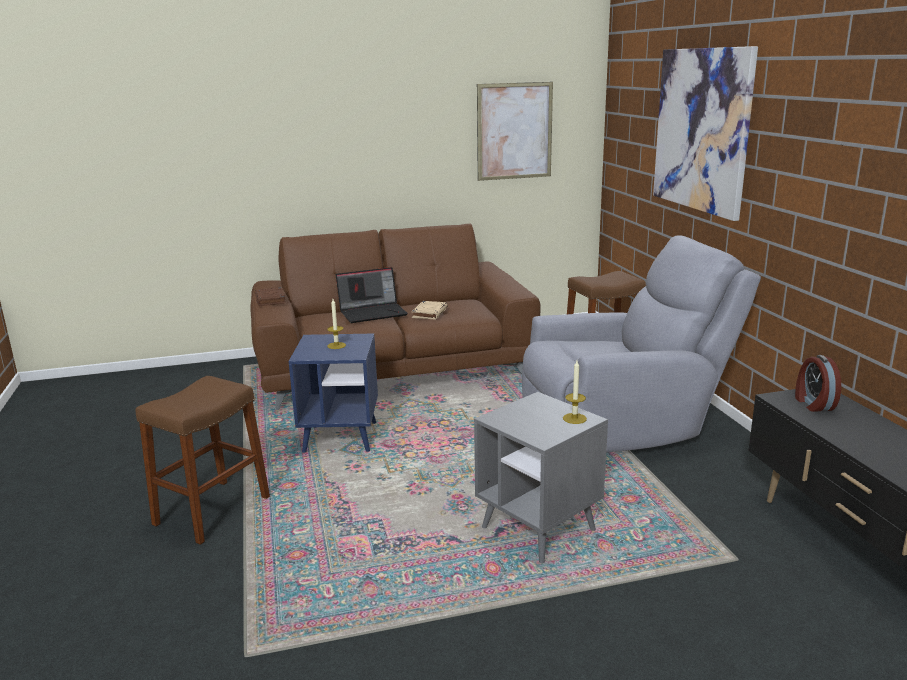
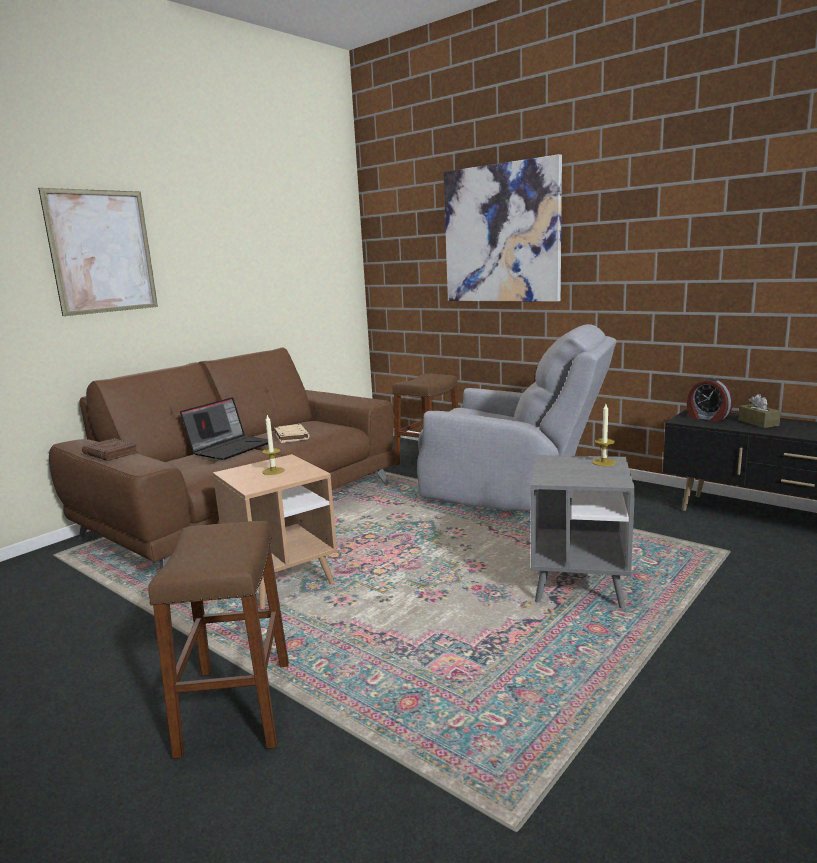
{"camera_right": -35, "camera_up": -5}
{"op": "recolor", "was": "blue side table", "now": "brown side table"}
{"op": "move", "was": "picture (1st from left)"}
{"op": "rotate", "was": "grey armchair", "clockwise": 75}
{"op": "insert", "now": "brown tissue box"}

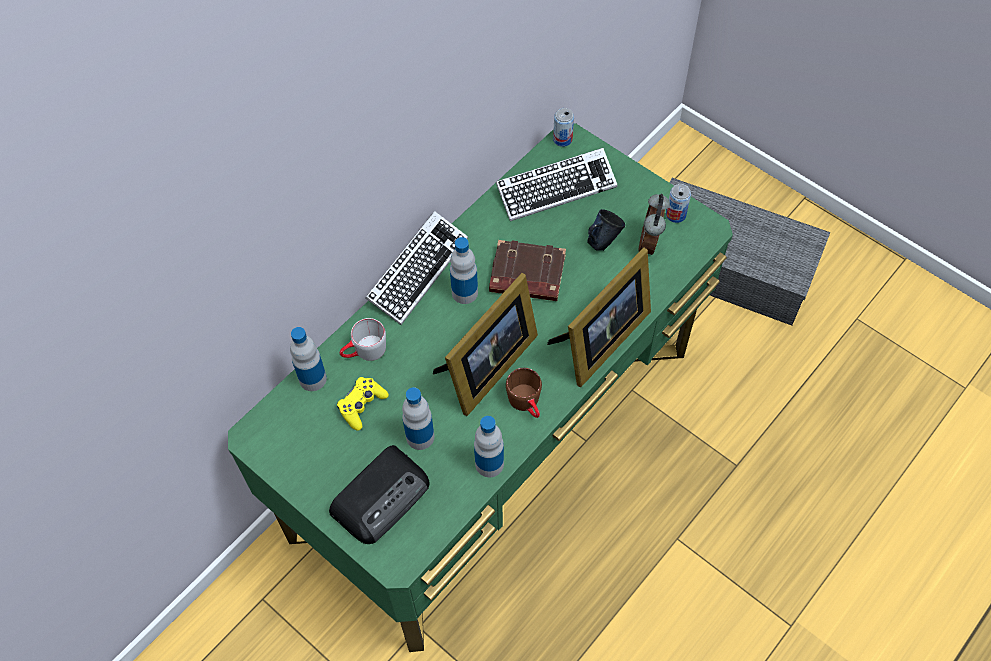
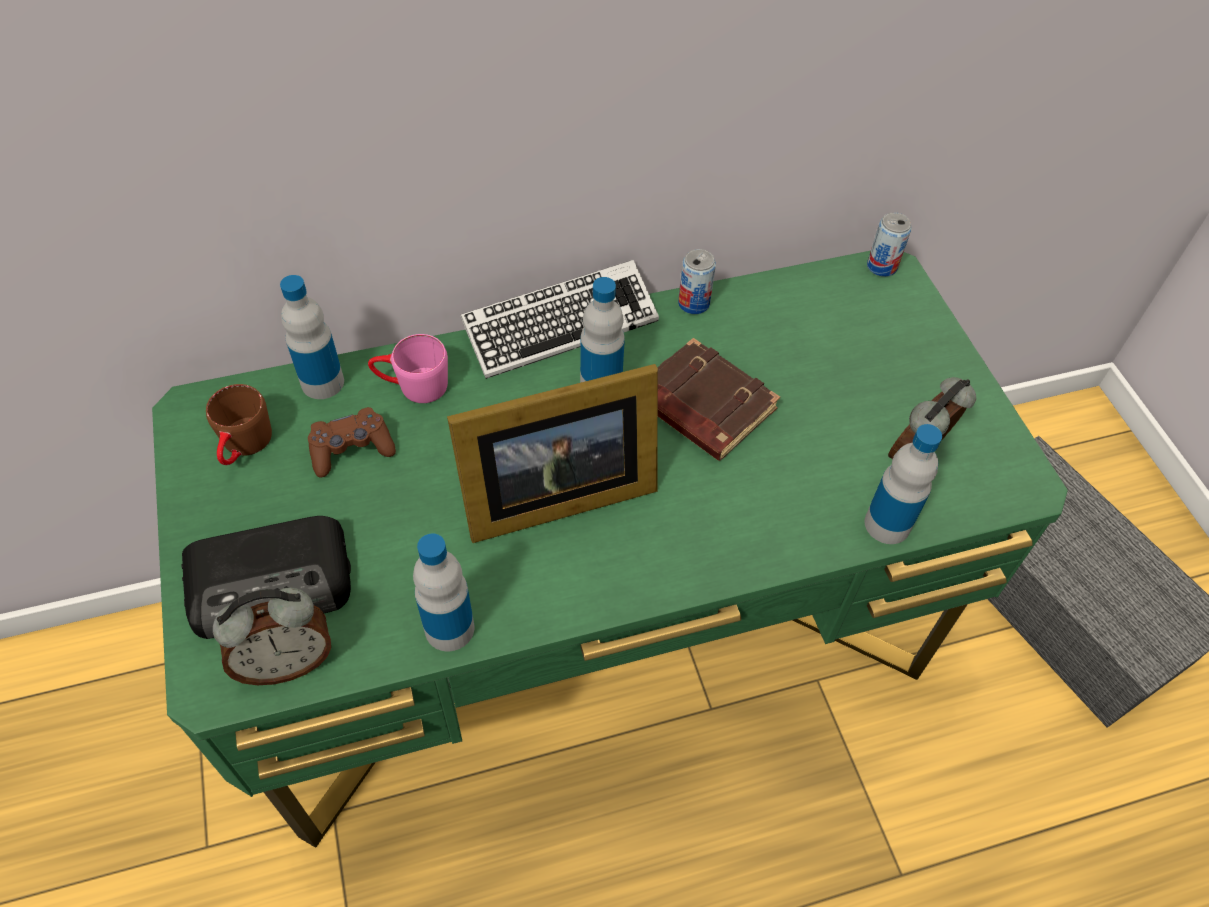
{"camera_right": 30, "camera_up": -5}
{"op": "recolor", "was": "yellow game controller", "now": "brown game controller"}
{"op": "recolor", "was": "grey mug", "now": "pink mug"}
{"op": "move", "was": "bottle (2nd from left in the first image)", "now": "bottle (4th from left)"}
{"op": "delete", "was": "keyboard (2nd from left)"}
{"op": "move", "was": "brown mug"}
{"op": "delete", "was": "picture frame (2nd from left)"}
{"op": "delete", "was": "blue mug"}
{"op": "move", "was": "can (2nd from left in the first image)", "now": "can (1st from left)"}
{"op": "insert", "now": "alarm clock (1st from left)"}

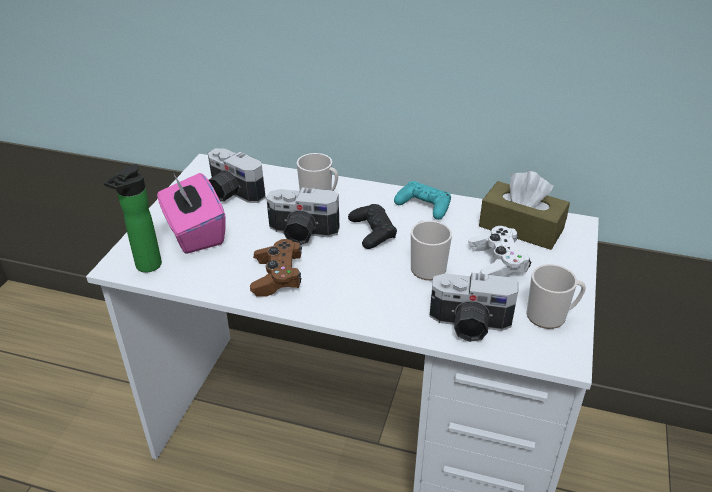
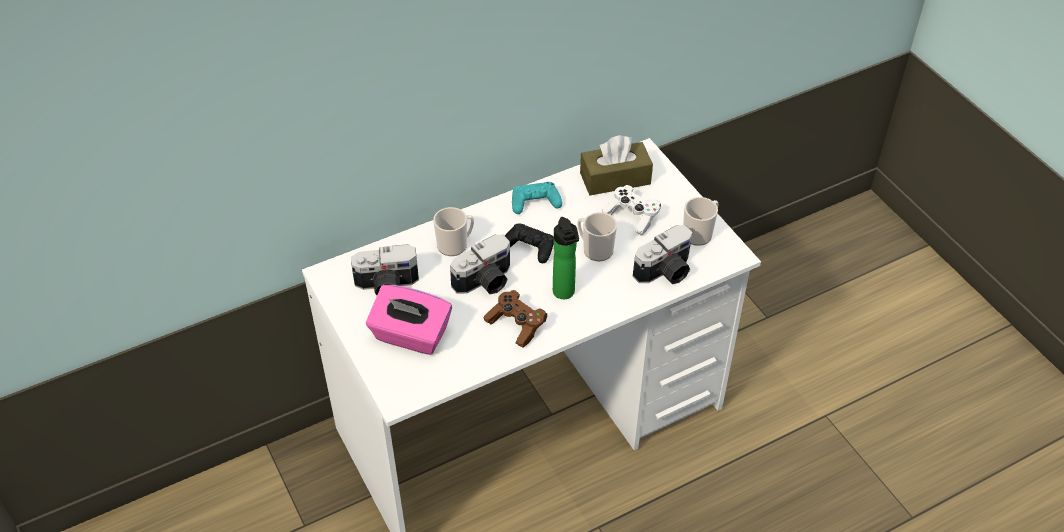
{"camera_right": -45, "camera_up": 10}
{"op": "move", "was": "bottle"}

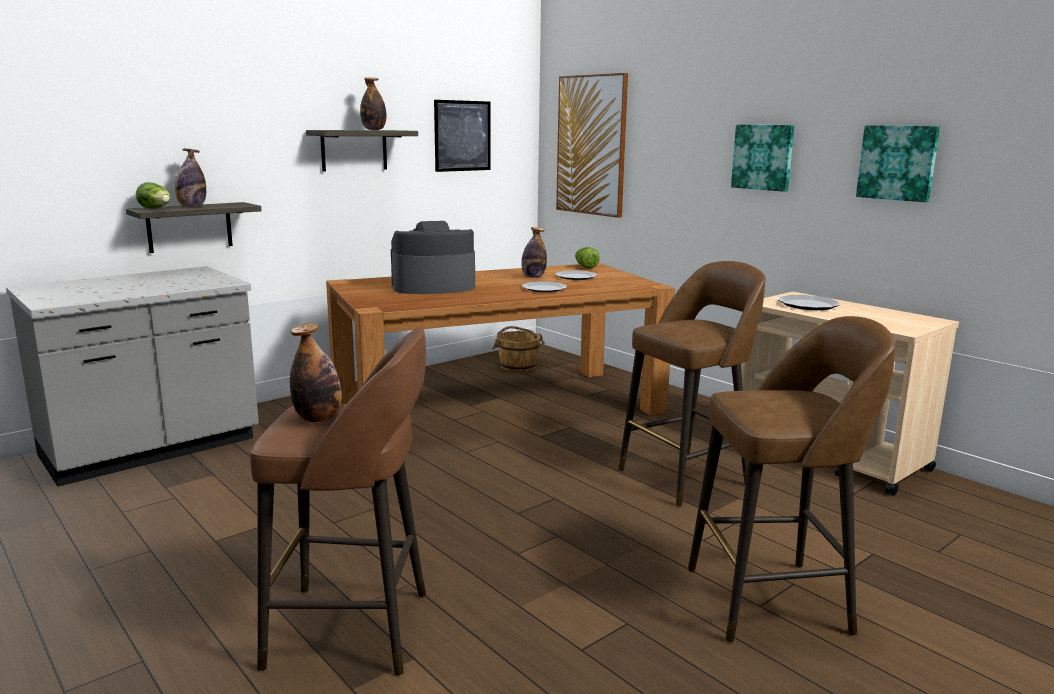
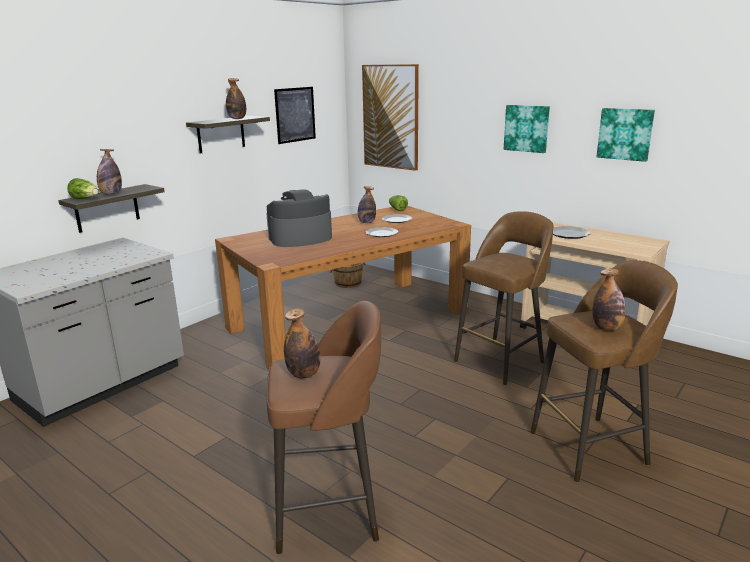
{"camera_right": -10, "camera_up": 5}
{"op": "insert", "now": "bottle (5th from left)"}

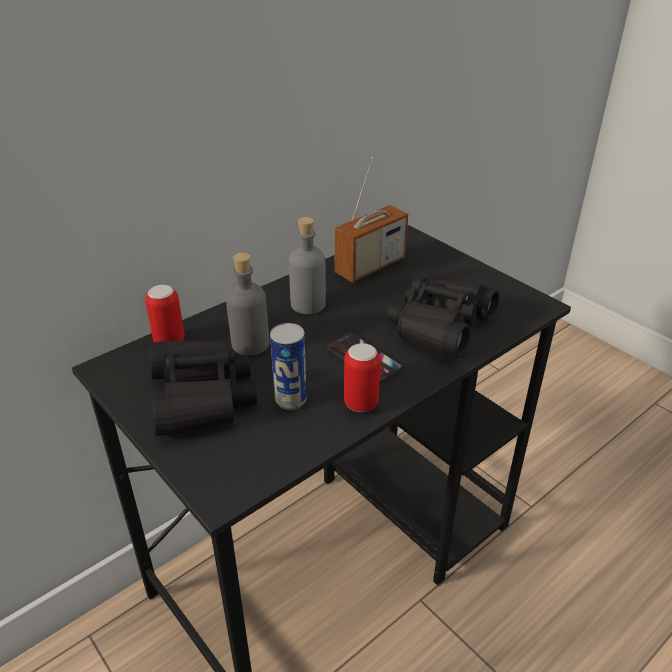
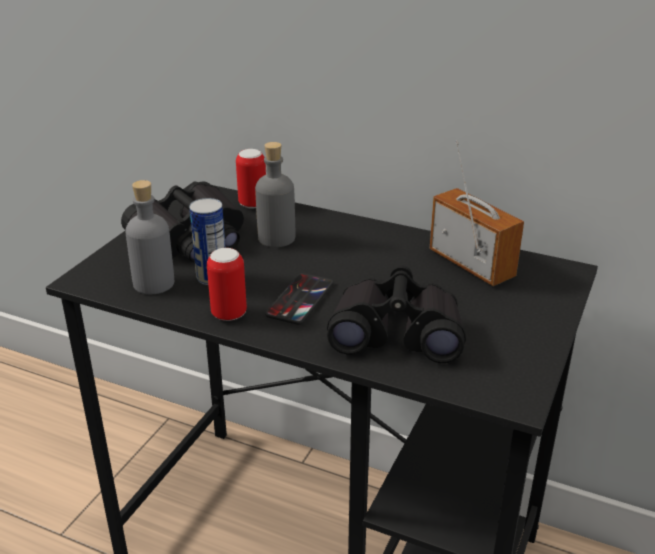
{"camera_right": 65, "camera_up": -5}
{"op": "move", "was": "grey bottle (2nd from left in the first image)", "now": "grey bottle (1st from left)"}
{"op": "rotate", "was": "radio", "clockwise": -150}

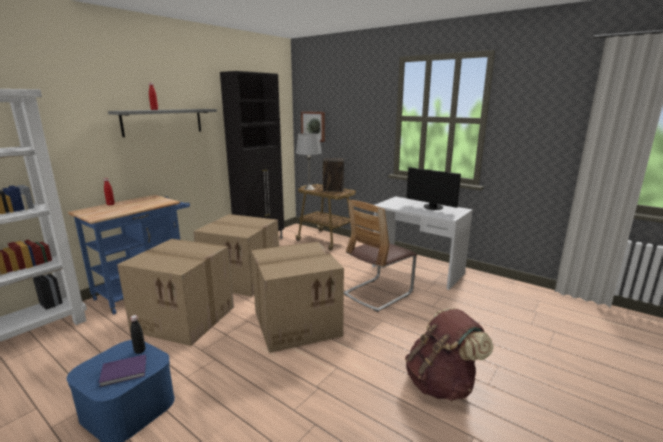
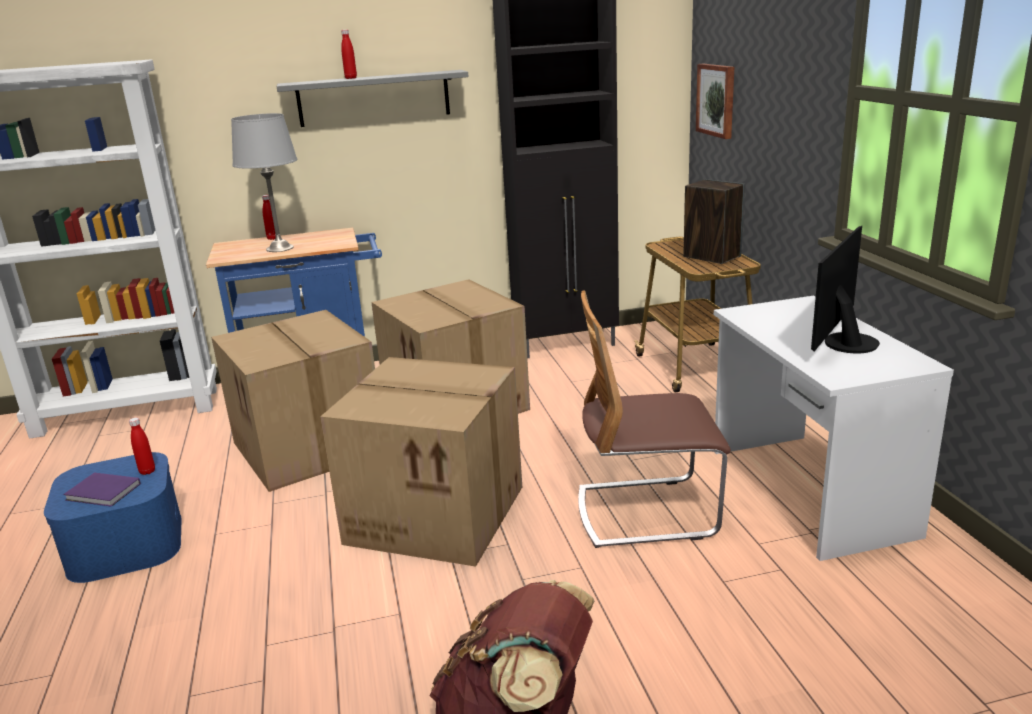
{"camera_right": 40, "camera_up": 5}
{"op": "recolor", "was": "black bottle", "now": "red bottle (1st from left)"}
{"op": "move", "was": "grey table lamp"}
{"op": "rotate", "was": "monitor", "clockwise": 45}

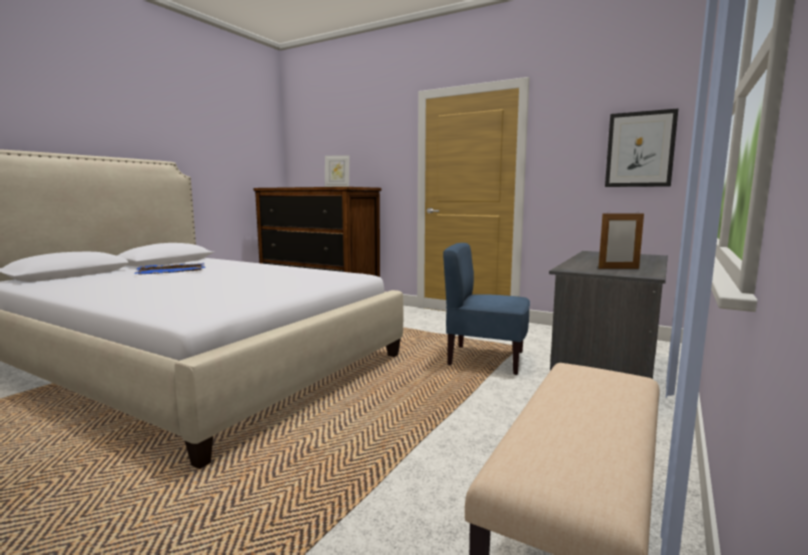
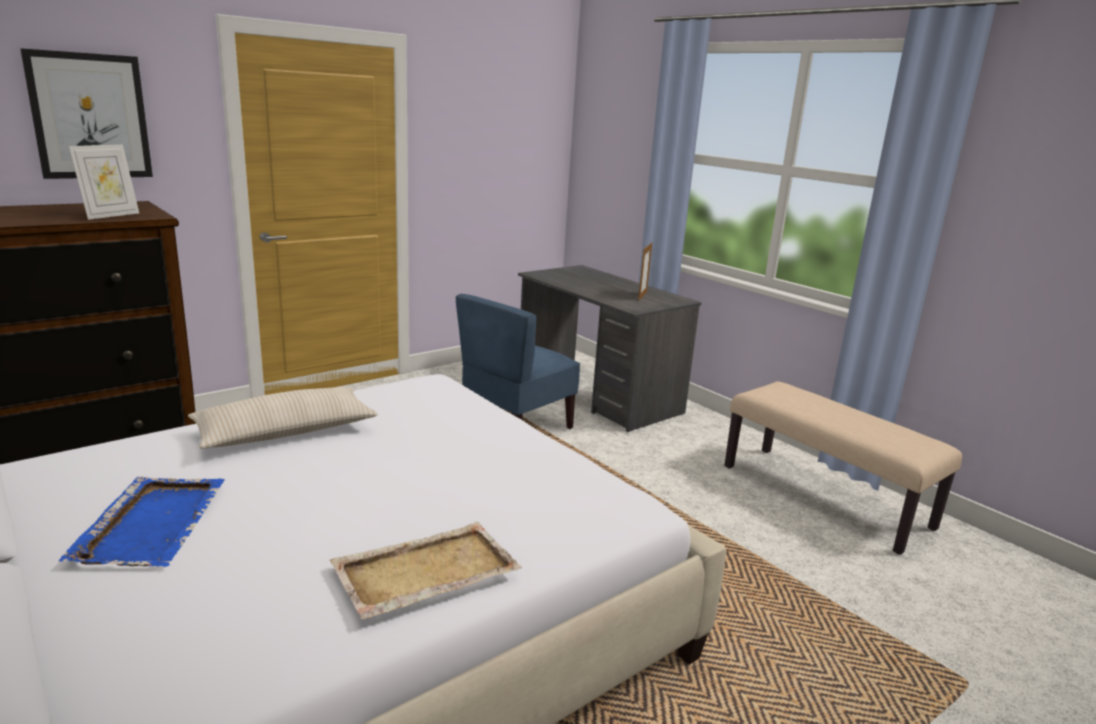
{"camera_right": -70, "camera_up": 10}
{"op": "move", "was": "picture"}
{"op": "insert", "now": "beige pillow"}
{"op": "insert", "now": "beige tray"}

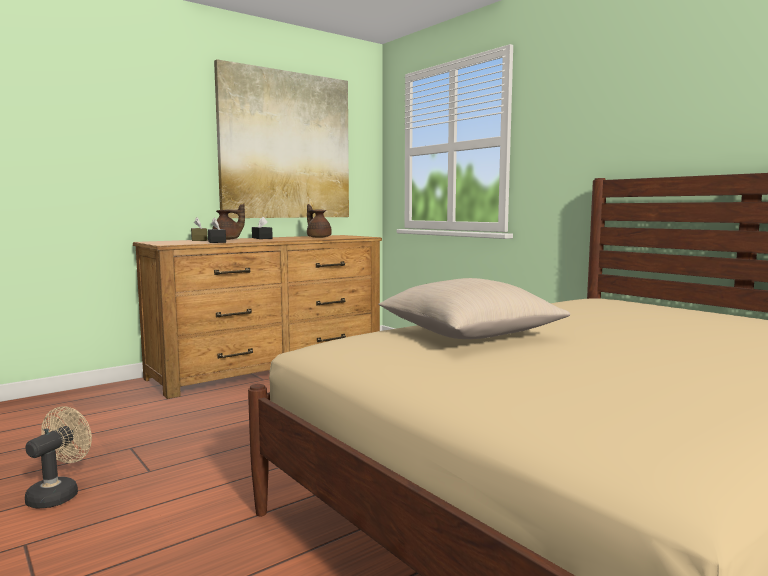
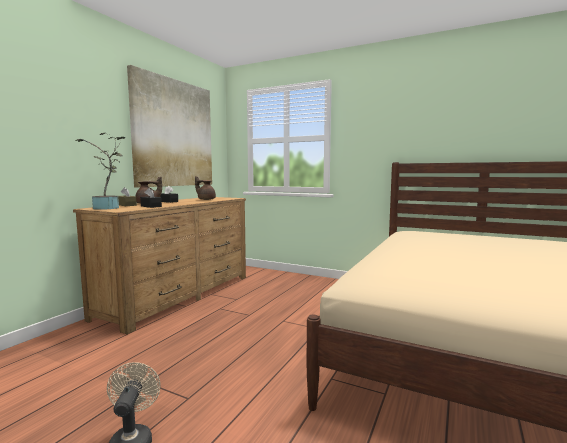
{"camera_right": -25, "camera_up": 0}
{"op": "delete", "was": "beige pillow"}
{"op": "insert", "now": "potted plant"}

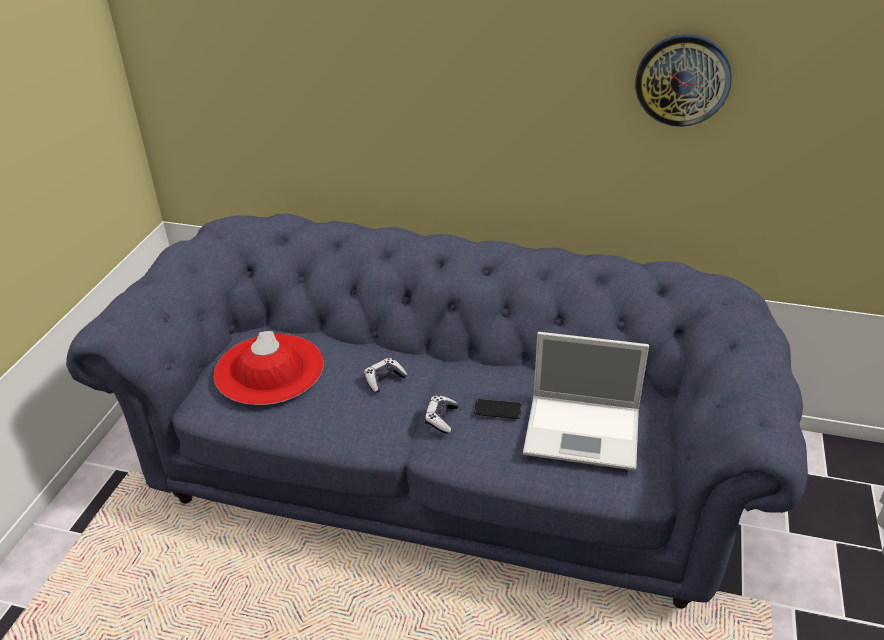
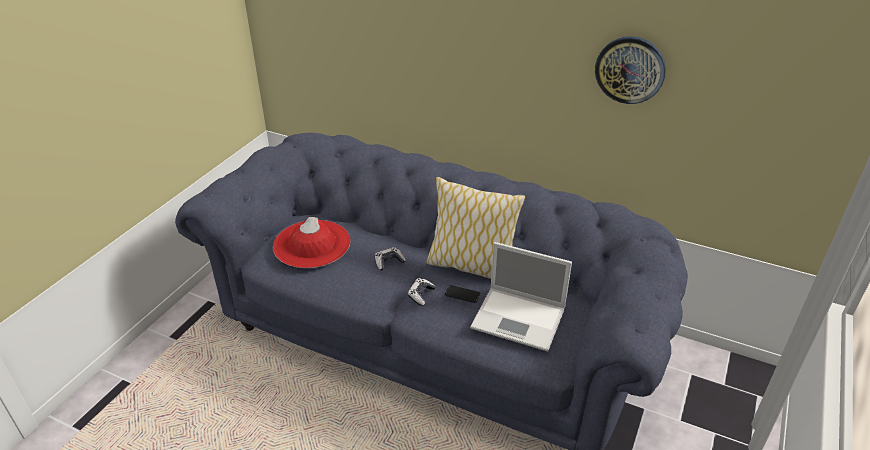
{"camera_right": 10, "camera_up": 0}
{"op": "insert", "now": "pillow"}

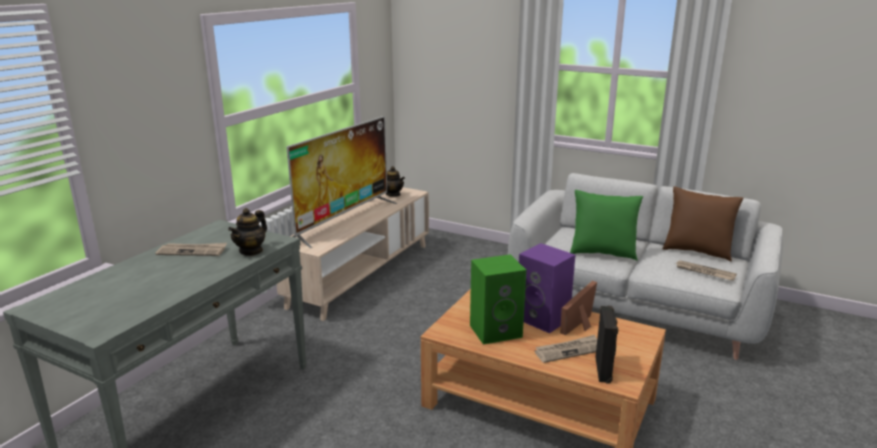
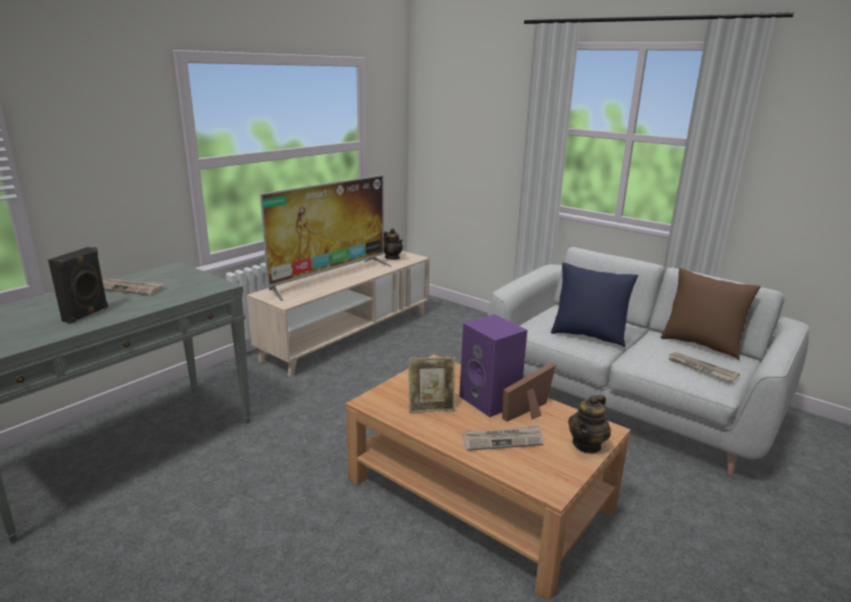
{"camera_right": 10, "camera_up": 0}
{"op": "move", "was": "teapot (1st from left in the first image)", "now": "teapot (2nd from left)"}
{"op": "replace", "was": "green speaker", "now": "picture frame (1st from left)"}
{"op": "recolor", "was": "green pillow", "now": "blue pillow"}
{"op": "move", "was": "black speaker"}

